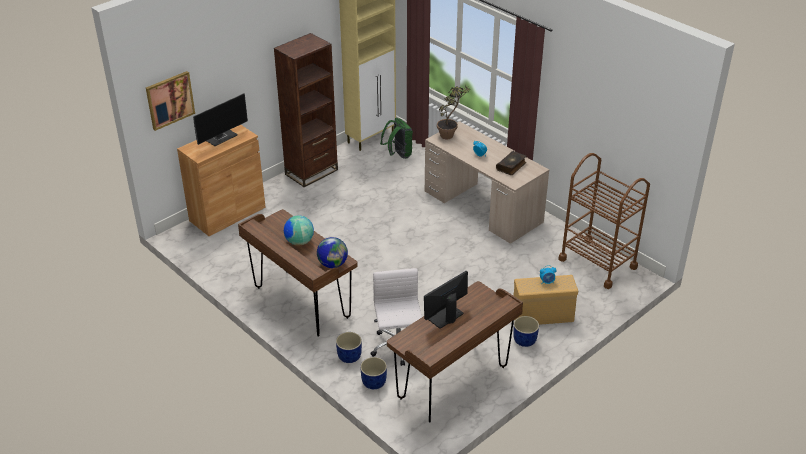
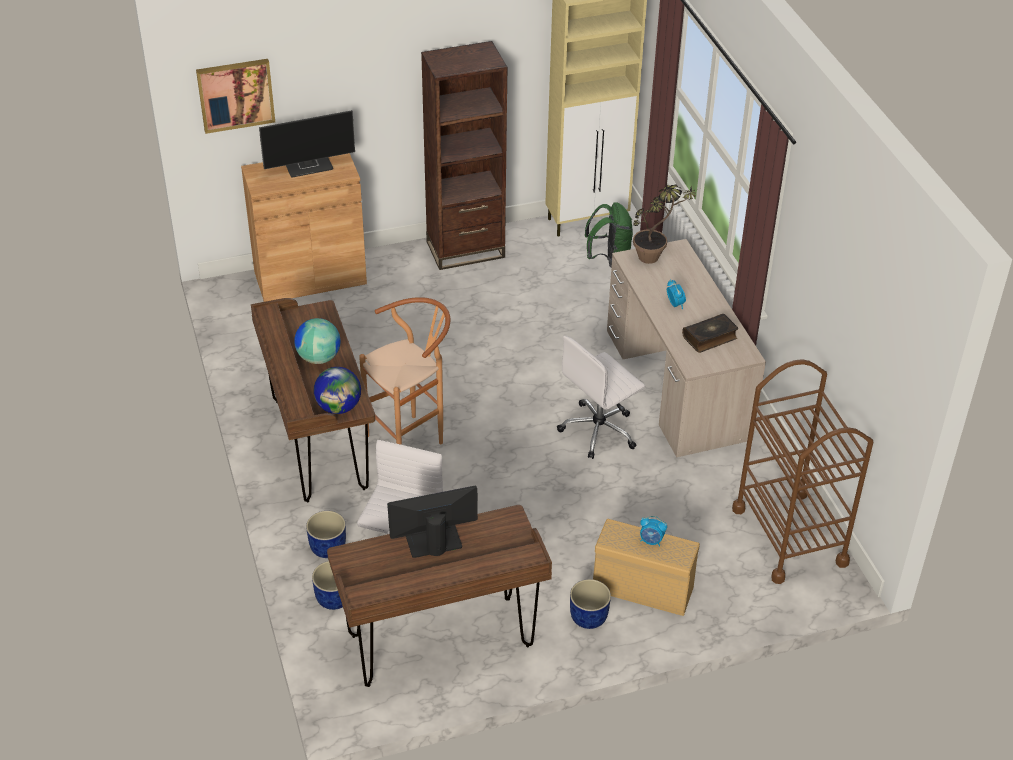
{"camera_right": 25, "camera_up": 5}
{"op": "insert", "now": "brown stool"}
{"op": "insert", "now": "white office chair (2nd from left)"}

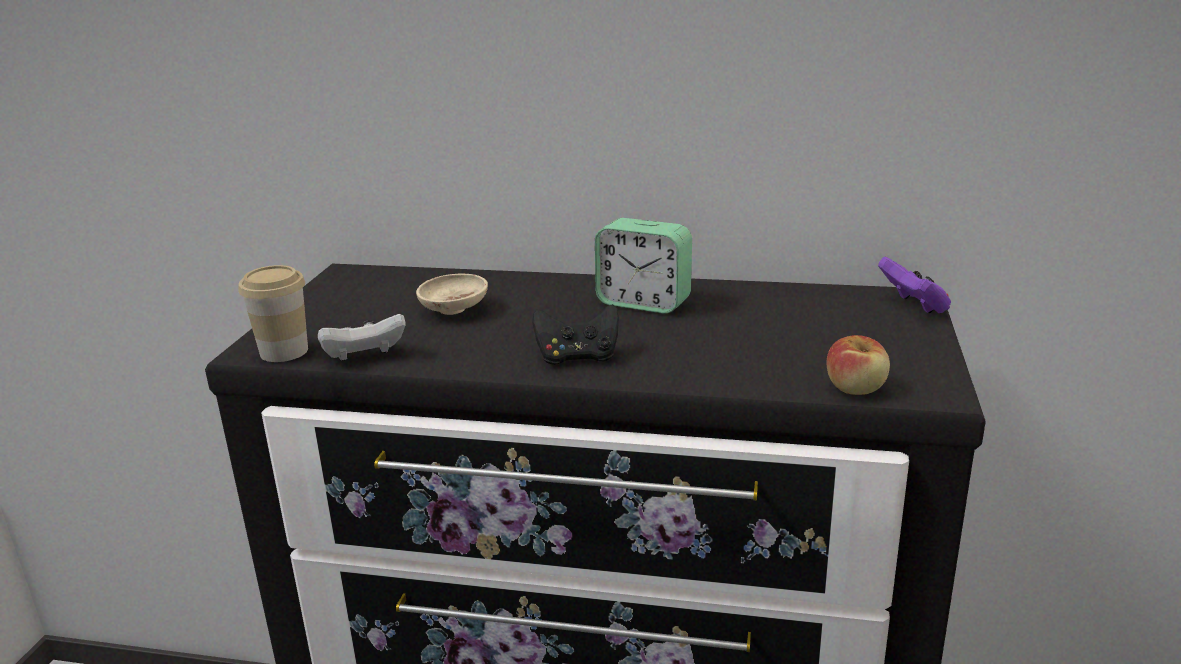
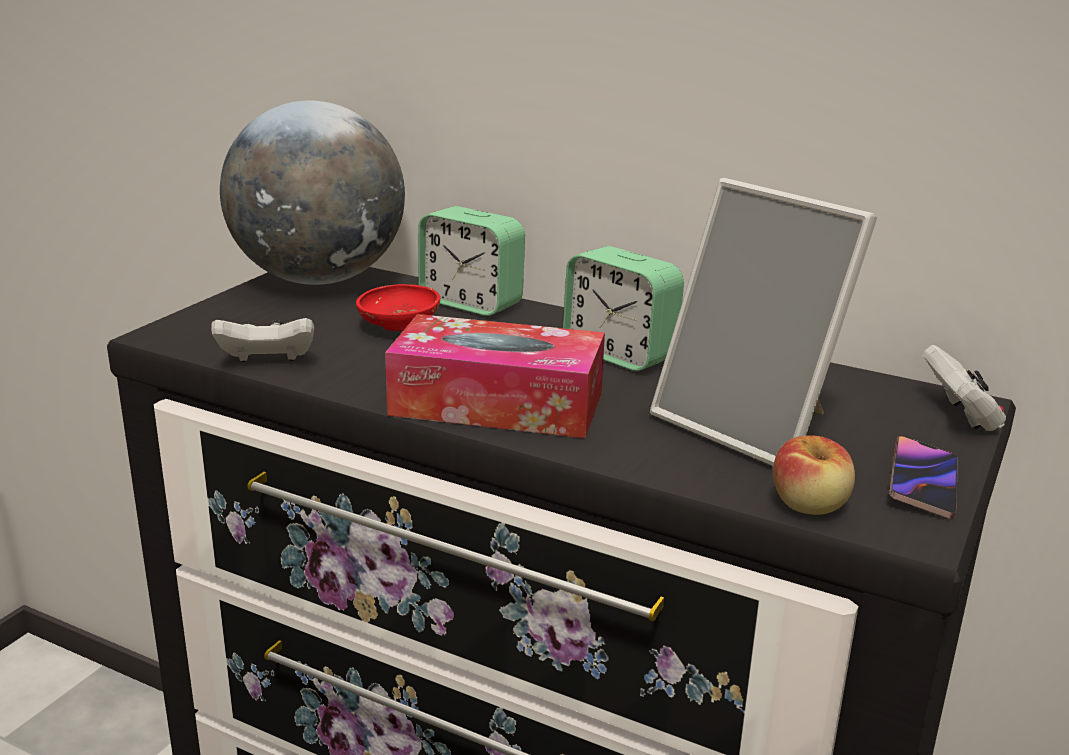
{"camera_right": 15, "camera_up": 0}
{"op": "delete", "was": "cup"}
{"op": "recolor", "was": "beige bowl", "now": "red bowl"}
{"op": "replace", "was": "black game controller", "now": "tissue box"}
{"op": "recolor", "was": "purple game controller", "now": "white game controller (2nd from left)"}
{"op": "insert", "now": "globe"}
{"op": "insert", "now": "alarm clock (1st from left)"}
{"op": "insert", "now": "picture frame"}
{"op": "insert", "now": "phone"}

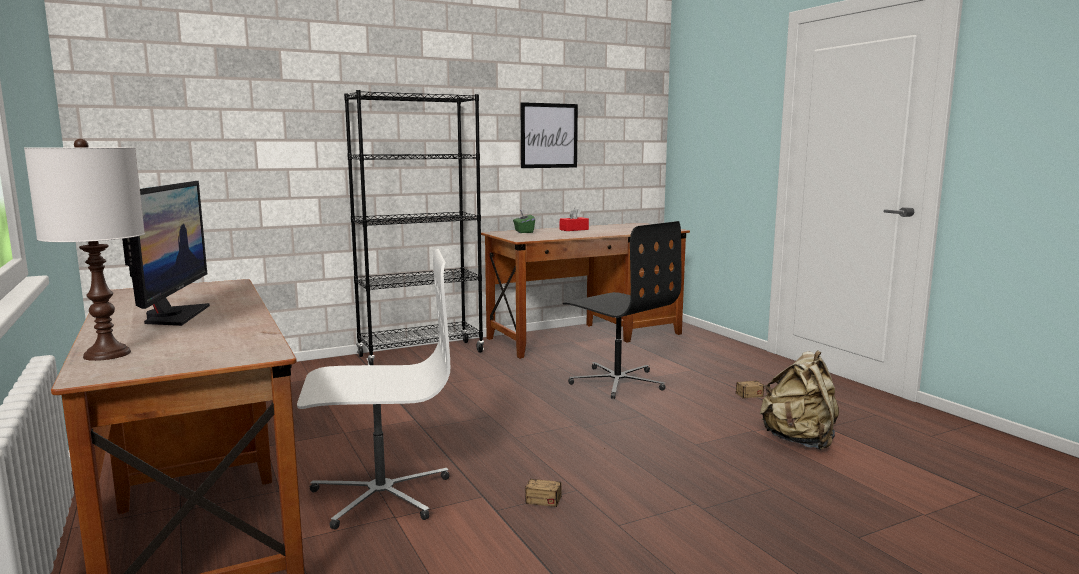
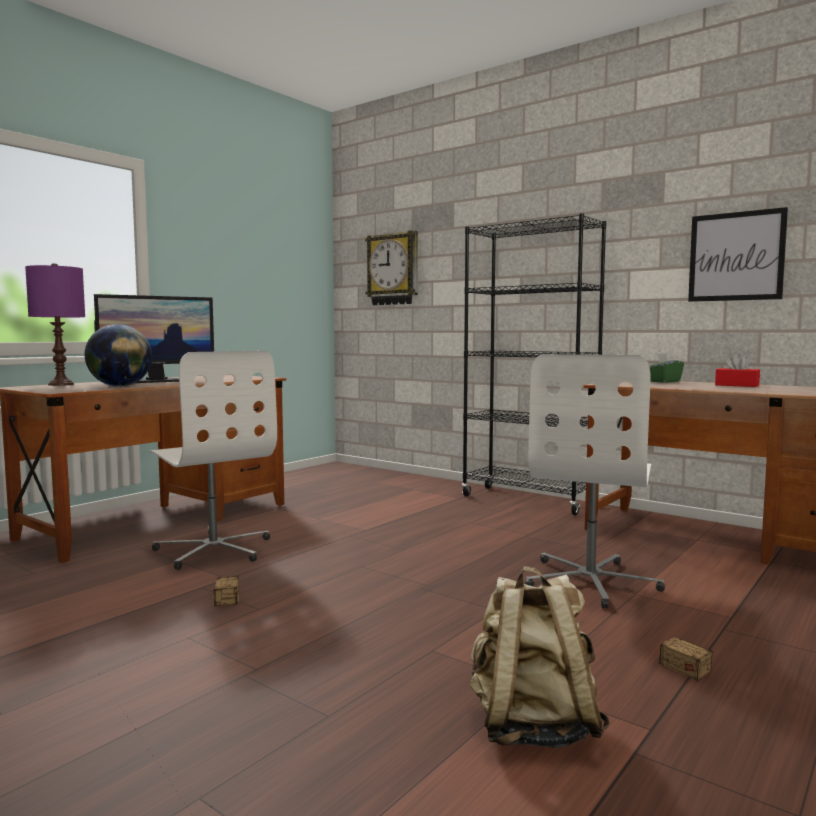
{"camera_right": 65, "camera_up": -5}
{"op": "recolor", "was": "white table lamp", "now": "purple table lamp"}
{"op": "recolor", "was": "black office chair", "now": "white office chair (2nd from left)"}
{"op": "insert", "now": "globe"}
{"op": "insert", "now": "wall clock"}

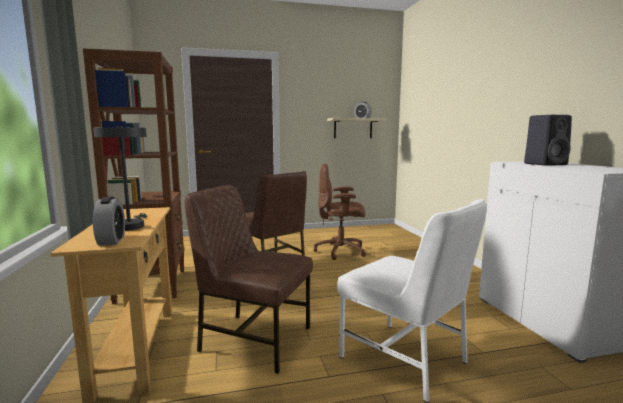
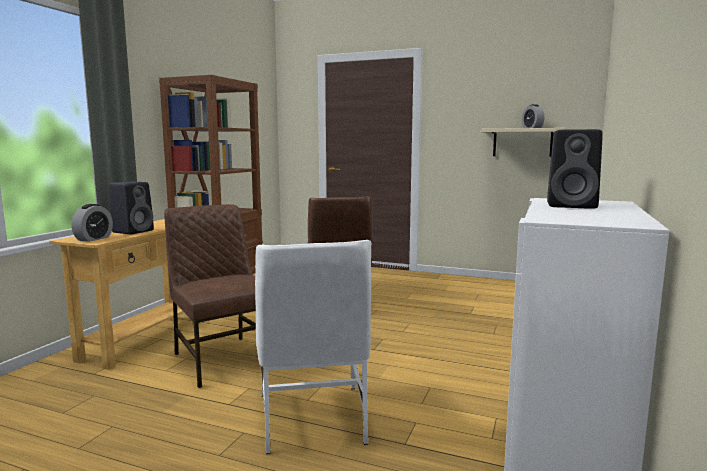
{"camera_right": 35, "camera_up": 0}
{"op": "replace", "was": "grey table lamp", "now": "black speaker (1st from left)"}
{"op": "delete", "was": "brown office chair"}

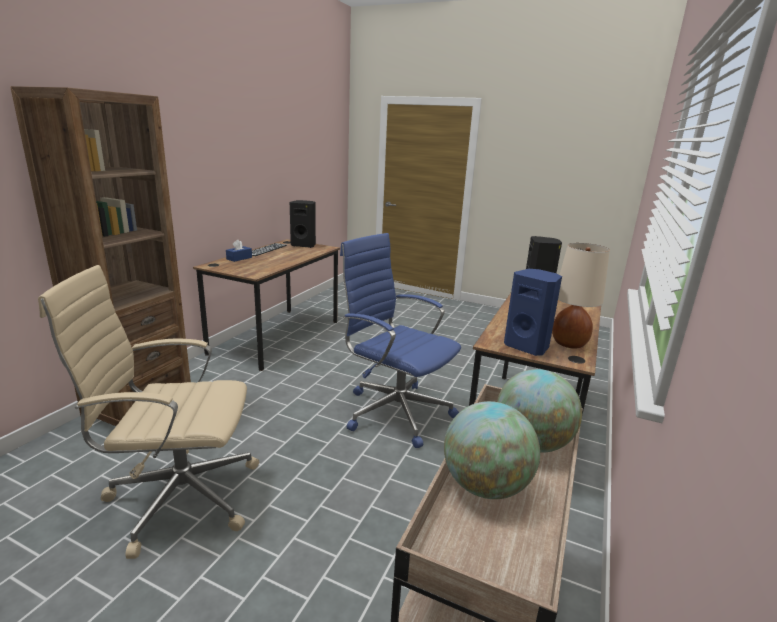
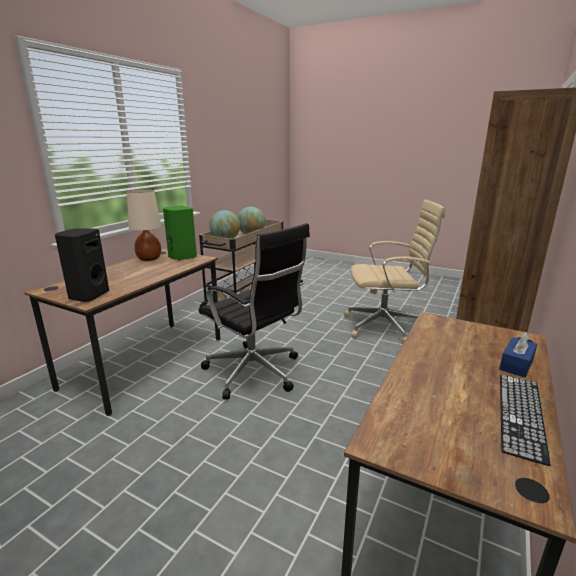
{"camera_right": -175, "camera_up": 0}
{"op": "delete", "was": "black speaker (1st from left)"}
{"op": "recolor", "was": "blue office chair", "now": "black office chair"}
{"op": "recolor", "was": "blue speaker", "now": "green speaker"}

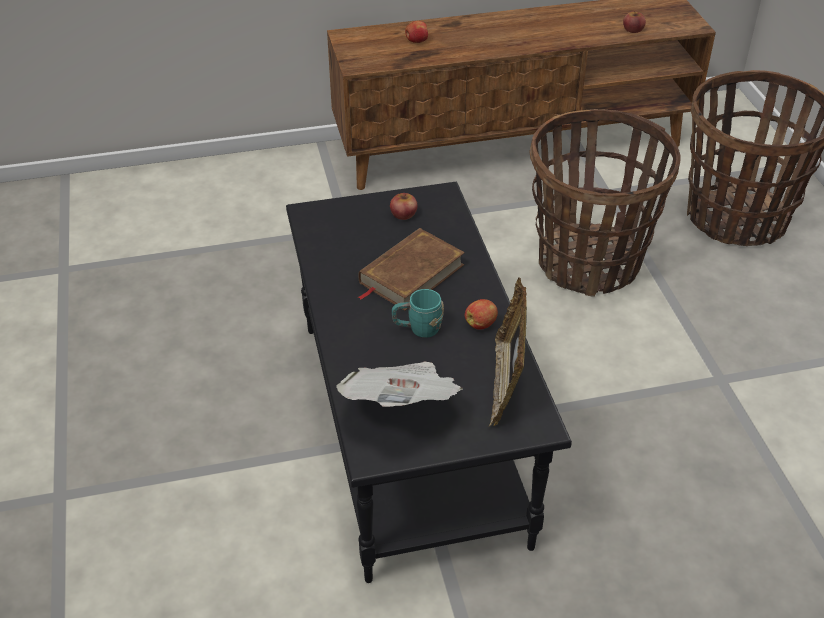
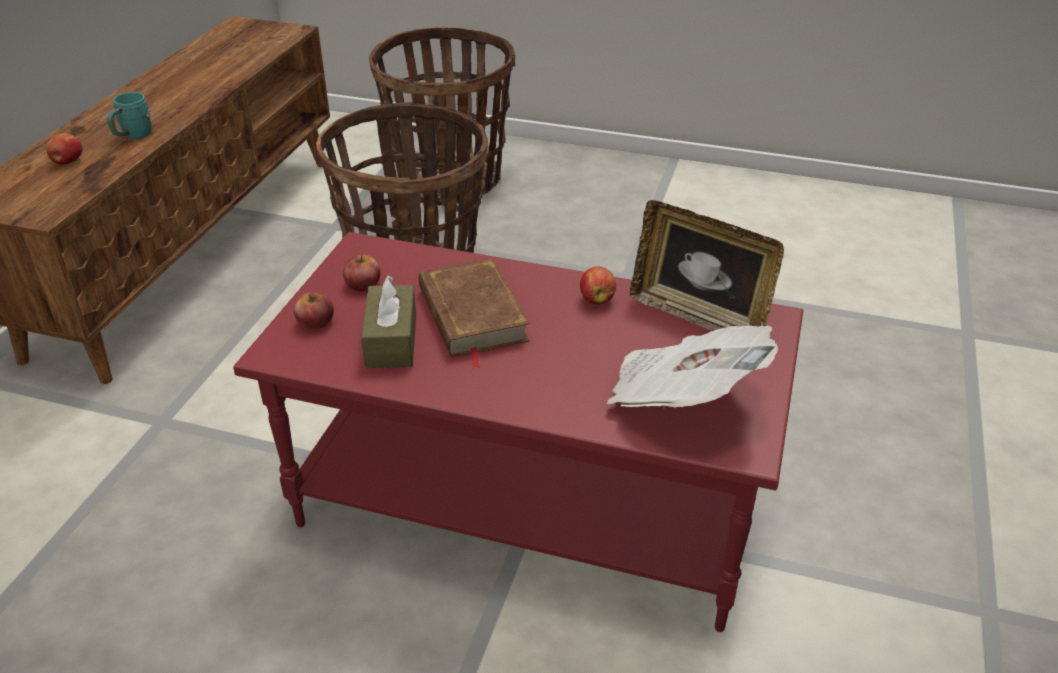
{"camera_right": -60, "camera_up": -5}
{"op": "recolor", "was": "black coffee table", "now": "red coffee table"}
{"op": "move", "was": "turquoise mug"}
{"op": "move", "was": "apple (4th from left in the first image)", "now": "apple (2nd from left)"}
{"op": "insert", "now": "brown tissue box"}

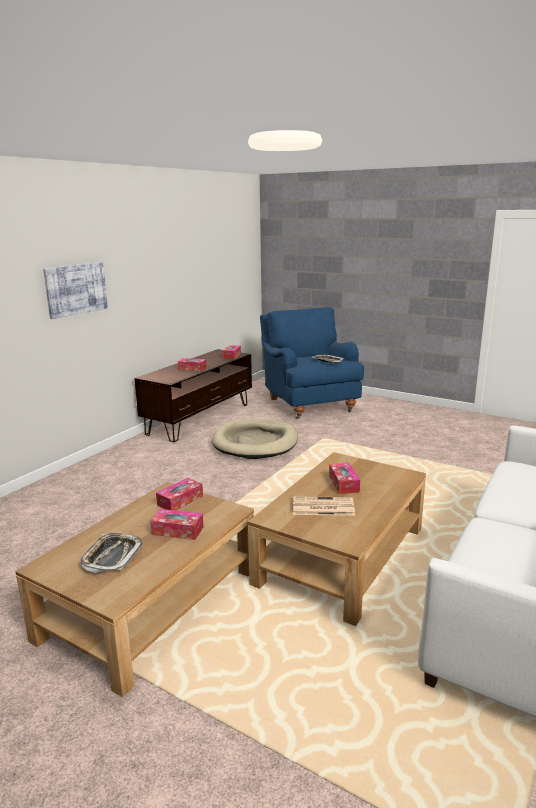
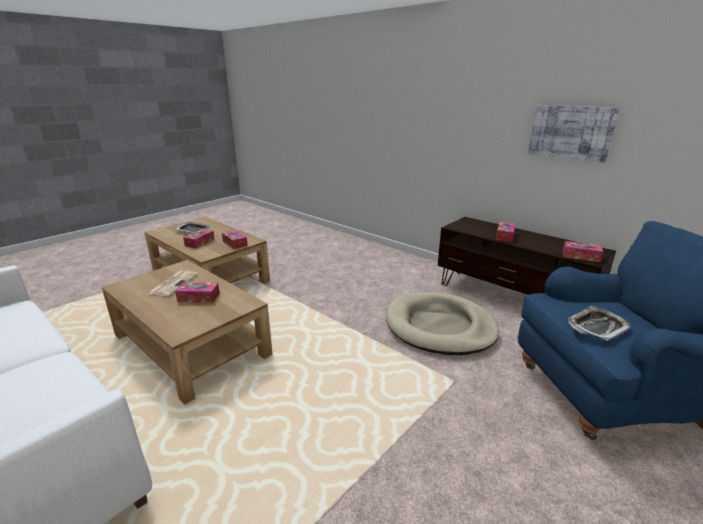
{"camera_right": 100, "camera_up": 5}
{"op": "move", "was": "picture"}

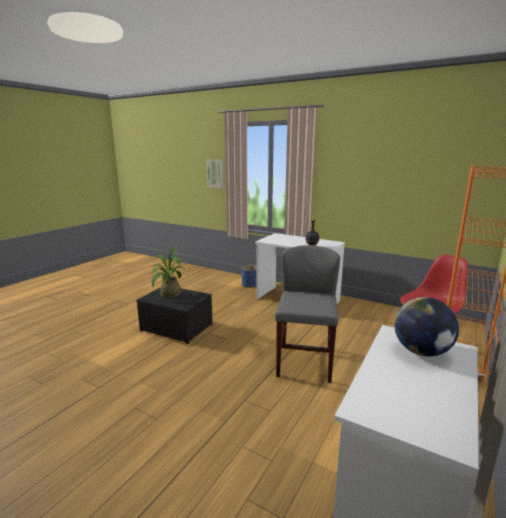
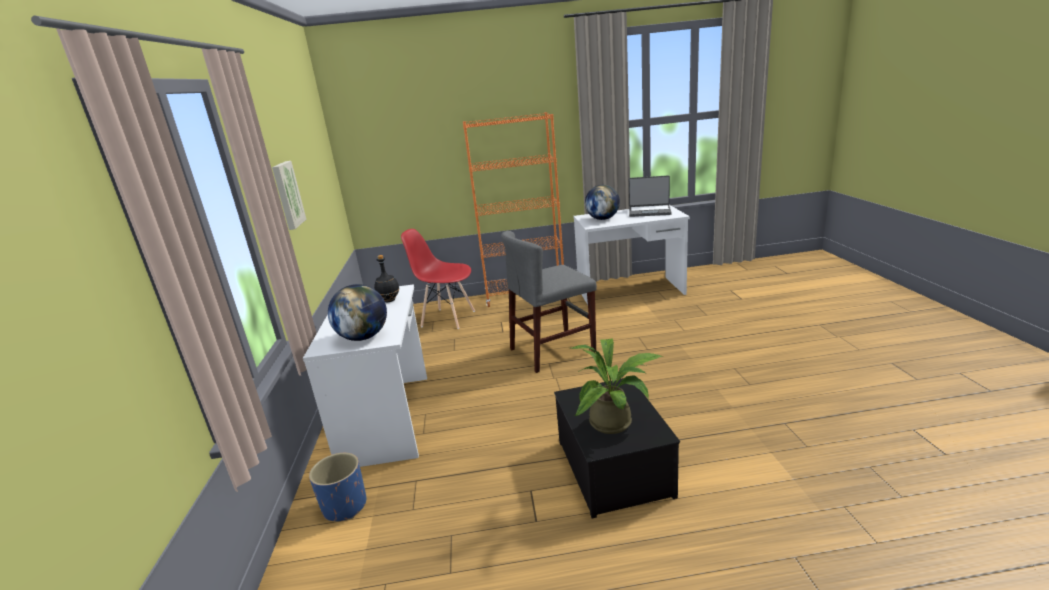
{"camera_right": -125, "camera_up": 5}
{"op": "move", "was": "picture"}
{"op": "insert", "now": "globe (1st from left)"}
{"op": "insert", "now": "laptop"}

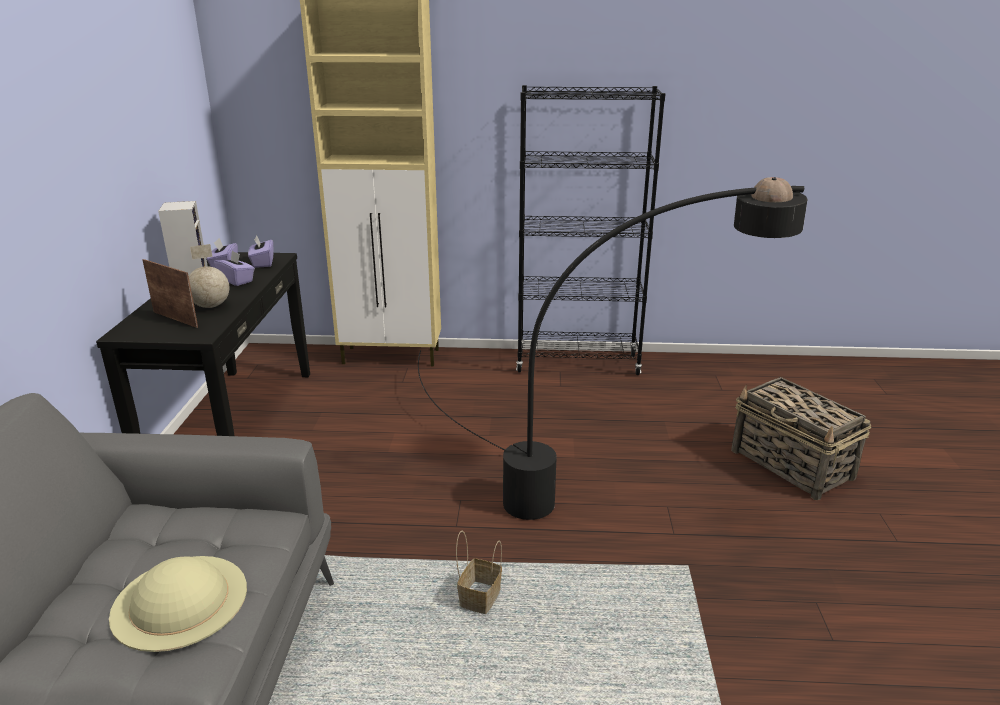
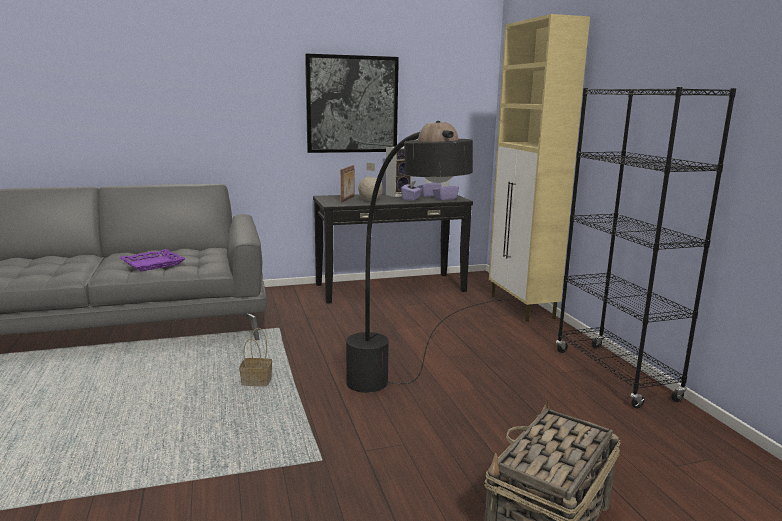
{"camera_right": 70, "camera_up": -10}
{"op": "replace", "was": "beige hat", "now": "purple tray"}
{"op": "insert", "now": "picture"}

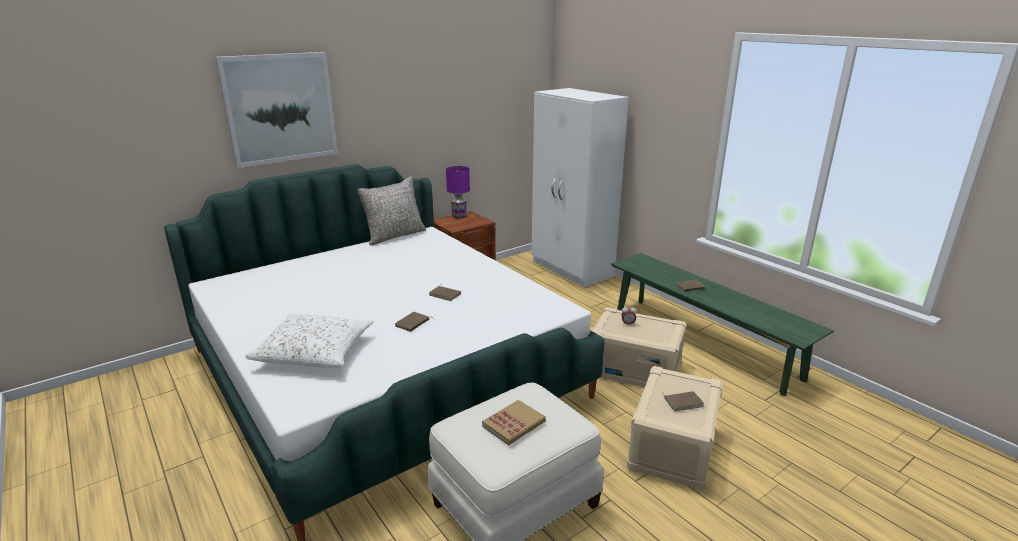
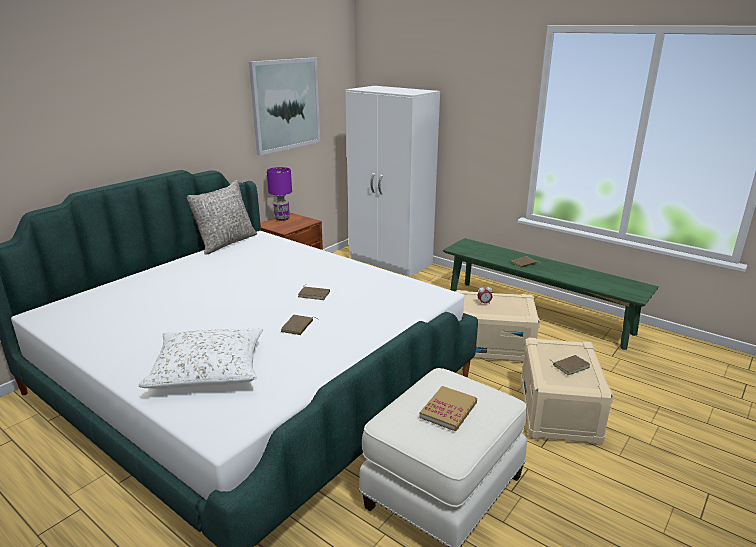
{"camera_right": -15, "camera_up": 0}
{"op": "move", "was": "picture"}

